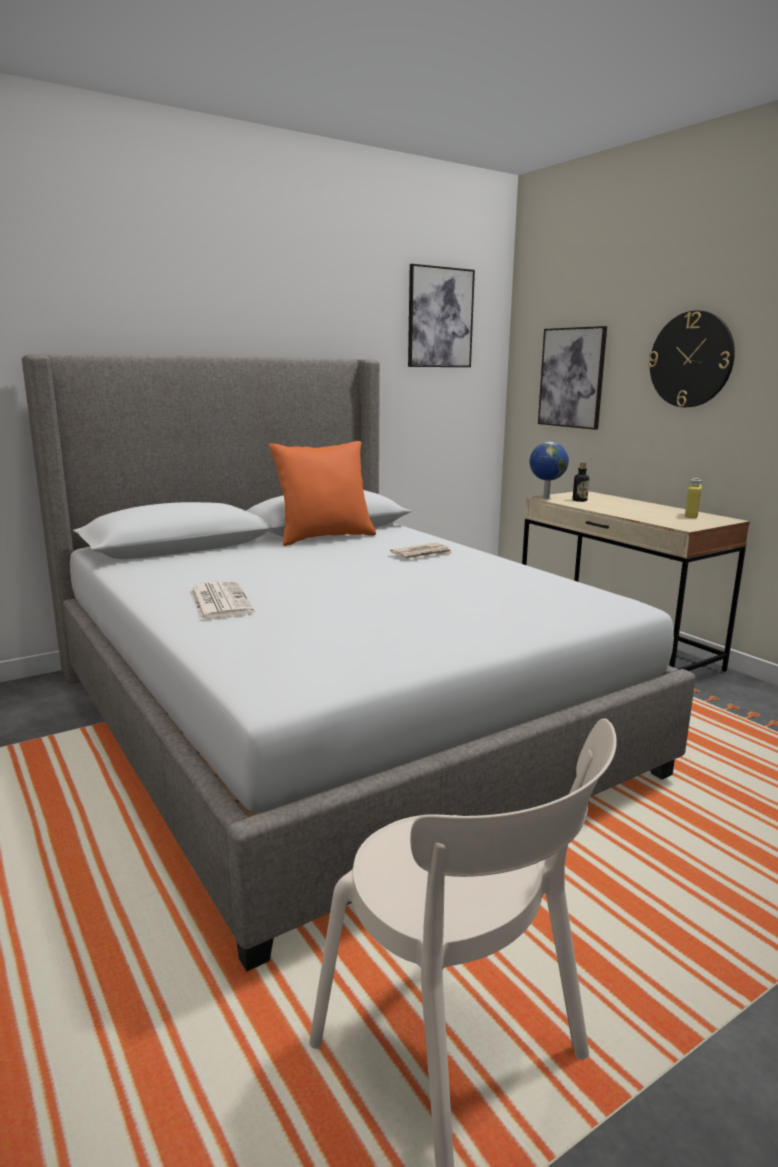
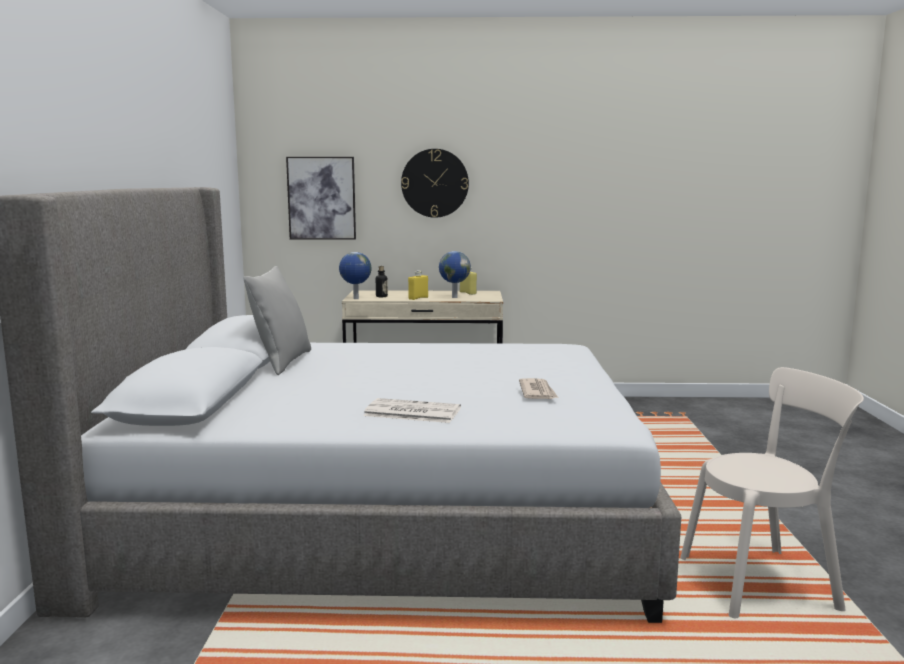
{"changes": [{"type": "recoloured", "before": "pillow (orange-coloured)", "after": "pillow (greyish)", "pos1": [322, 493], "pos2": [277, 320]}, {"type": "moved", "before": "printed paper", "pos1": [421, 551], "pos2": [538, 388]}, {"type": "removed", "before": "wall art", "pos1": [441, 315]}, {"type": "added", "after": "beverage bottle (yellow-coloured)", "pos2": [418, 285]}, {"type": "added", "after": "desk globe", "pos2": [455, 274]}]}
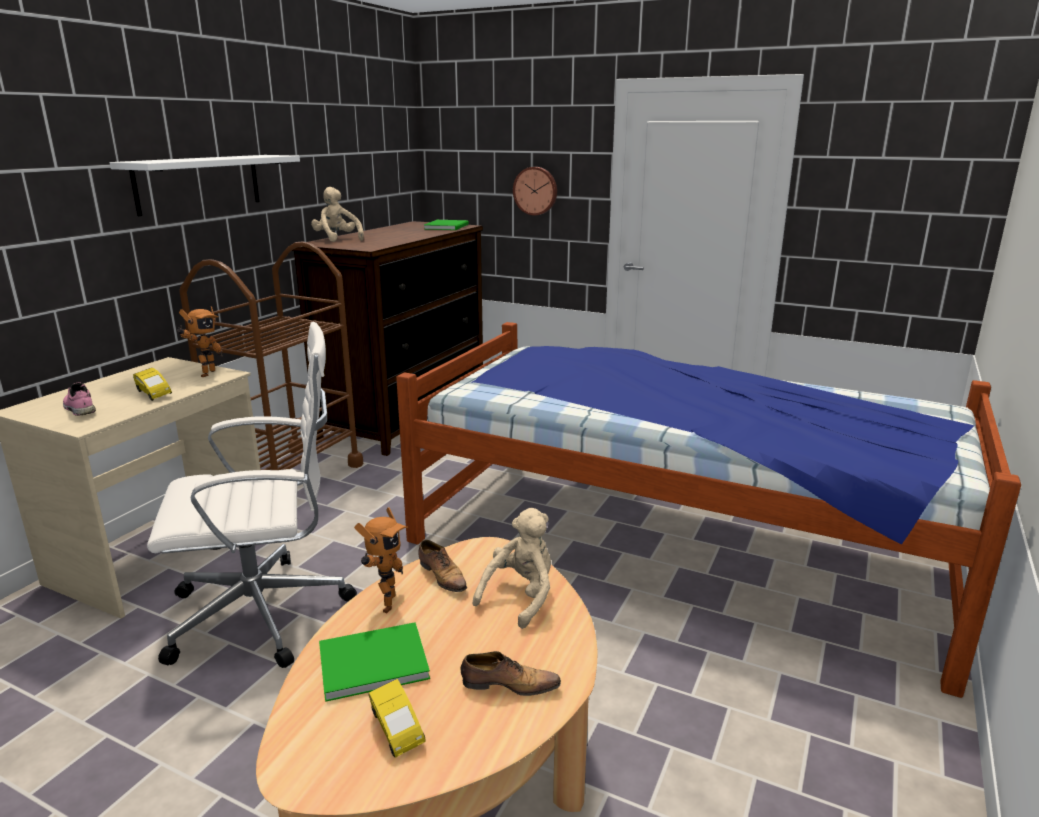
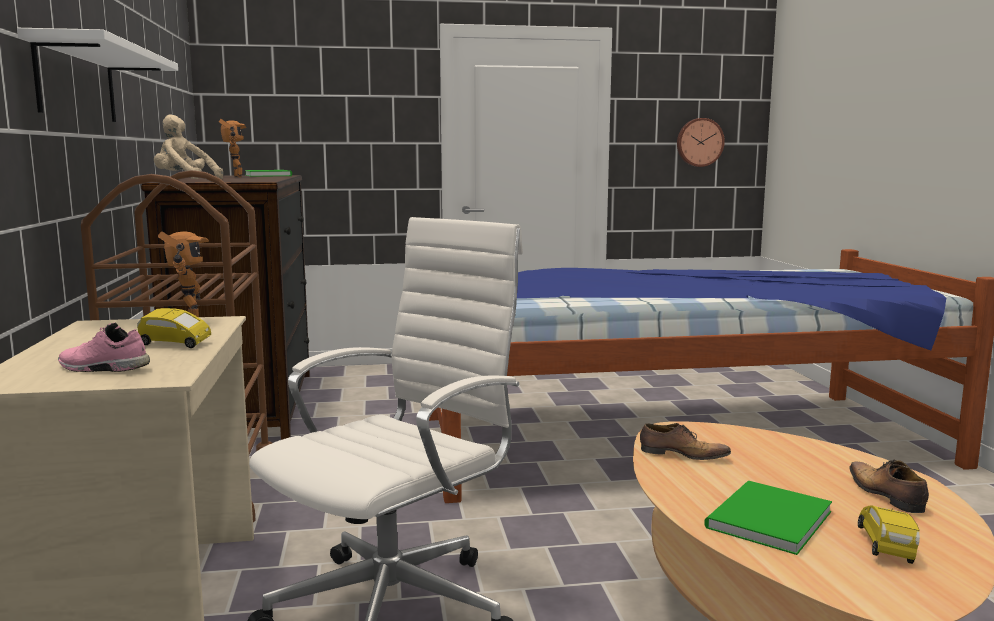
{"changes": [{"type": "moved", "before": "toy robot", "pos1": [381, 560], "pos2": [232, 148]}, {"type": "turned", "before": "toy car (yellow-coloured)", "pos1": [397, 718], "pos2": [889, 534], "turn": -105}, {"type": "turned", "before": "shoe", "pos1": [511, 673], "pos2": [889, 486], "turn": -75}, {"type": "removed", "before": "soft toy (beige)", "pos1": [512, 568]}, {"type": "moved", "before": "clock on the wall", "pos1": [535, 191], "pos2": [701, 142]}]}
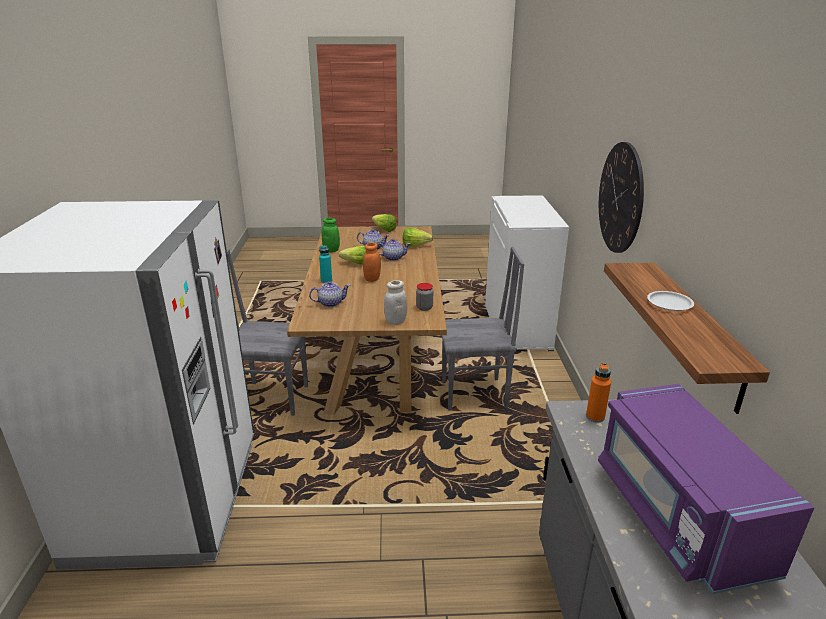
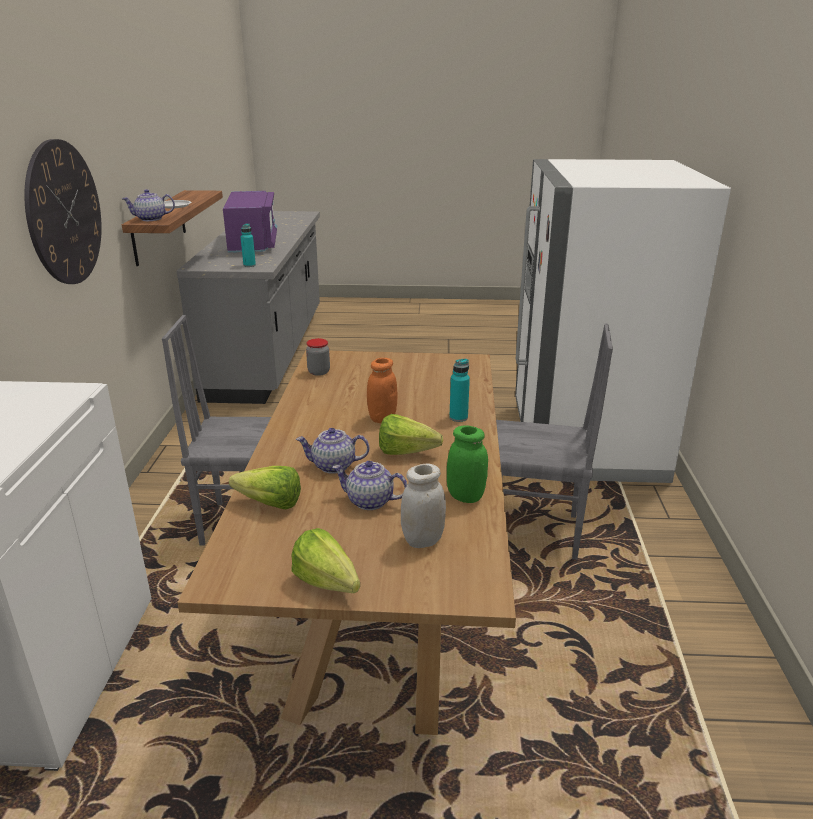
{"changes": [{"type": "moved", "before": "teapot", "pos1": [329, 294], "pos2": [148, 205]}, {"type": "moved", "before": "preserve jar (whitish)", "pos1": [395, 302], "pos2": [423, 506]}, {"type": "recoloured", "before": "beverage bottle (orange-coloured)", "after": "beverage bottle (turquoise-coloured)", "pos1": [598, 393], "pos2": [248, 245]}]}
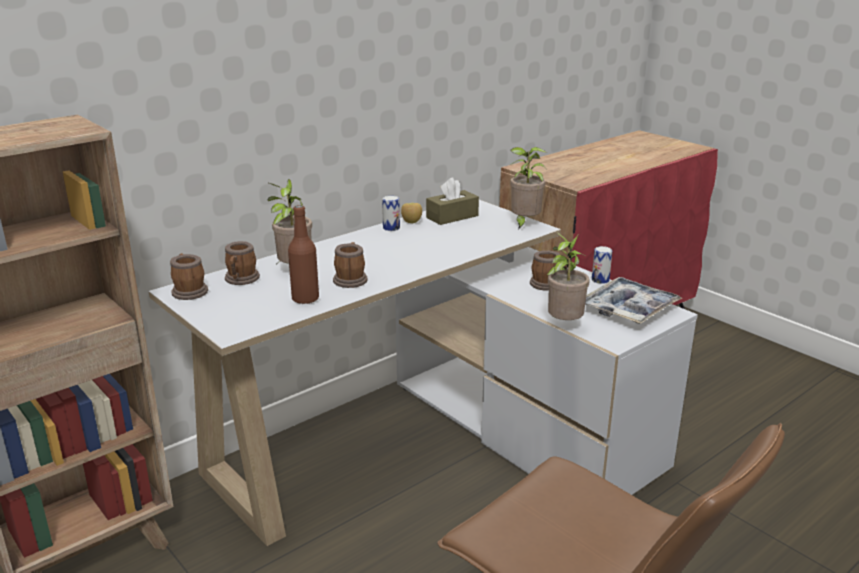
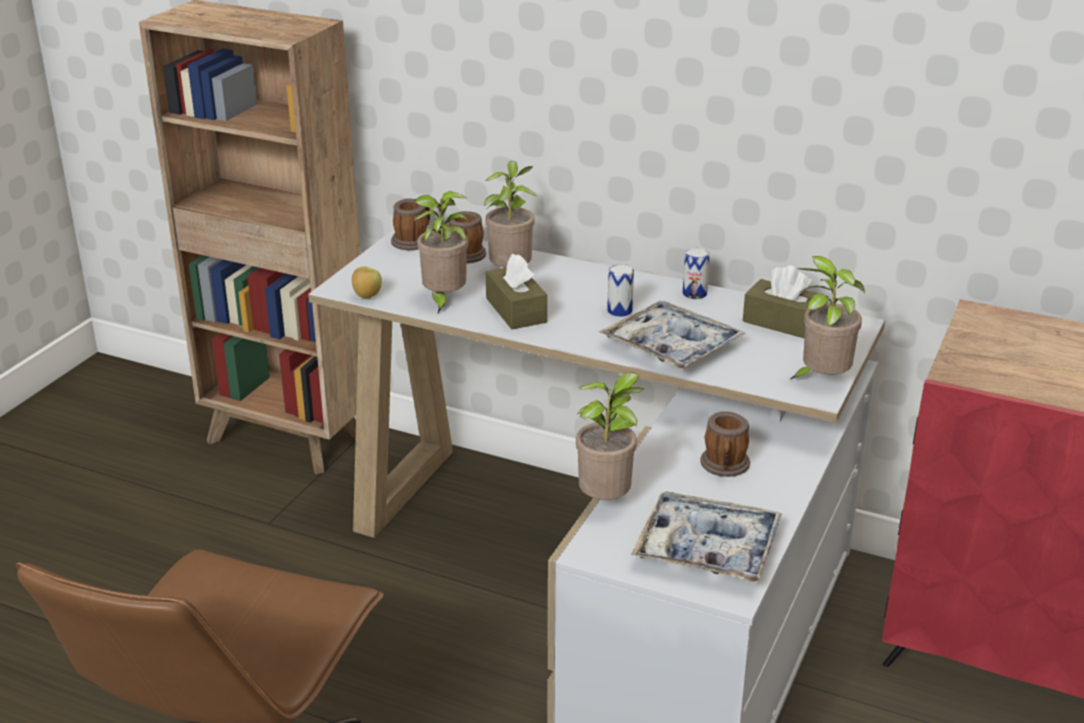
{"changes": [{"type": "replaced", "before": "beverage bottle (brownish)", "after": "houseplant", "pos1": [303, 254], "pos2": [441, 253]}, {"type": "replaced", "before": "mug", "after": "tissue holder (brownish)", "pos1": [350, 265], "pos2": [516, 291]}, {"type": "moved", "before": "apple fruit", "pos1": [411, 213], "pos2": [367, 282]}, {"type": "moved", "before": "metal can", "pos1": [602, 265], "pos2": [620, 290]}, {"type": "added", "after": "tray", "pos2": [672, 335]}]}
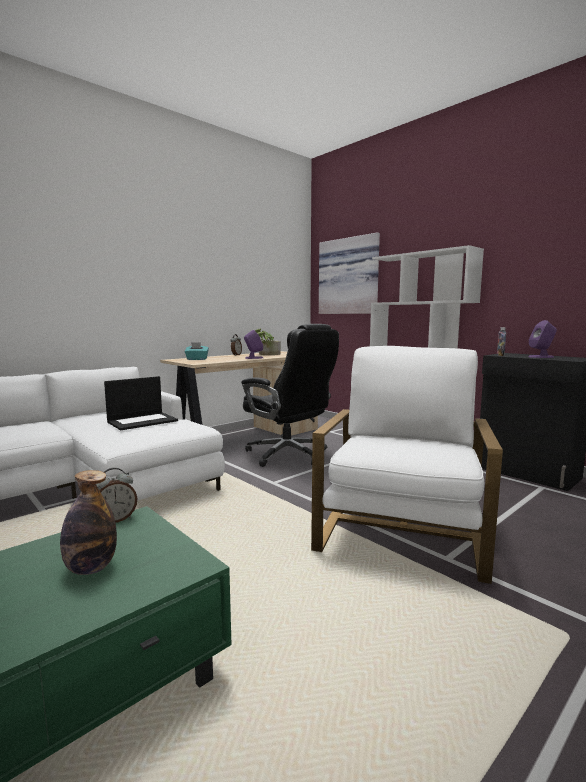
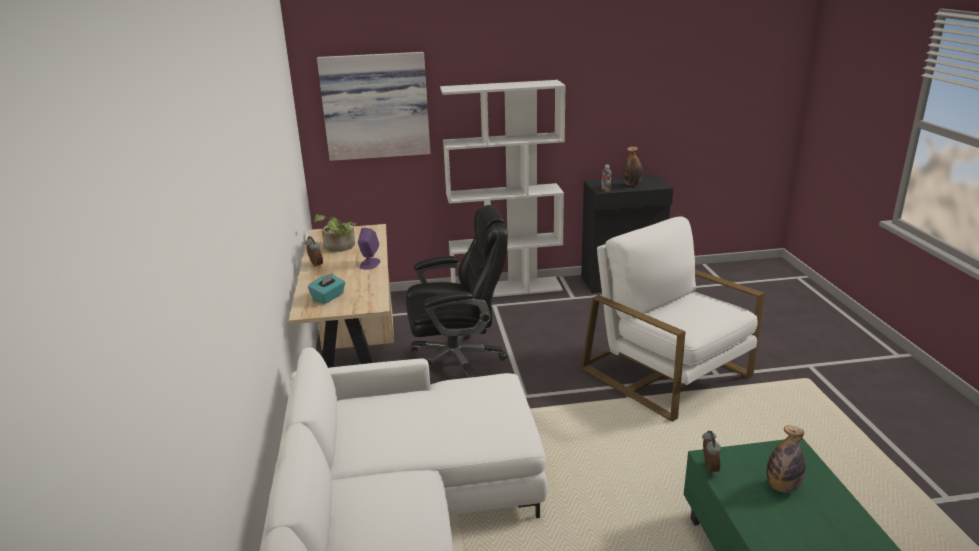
{"changes": [{"type": "removed", "before": "portable computer", "pos1": [141, 403]}, {"type": "replaced", "before": "audio speaker (purplish)", "after": "beverage bottle", "pos1": [542, 339], "pos2": [633, 166]}]}
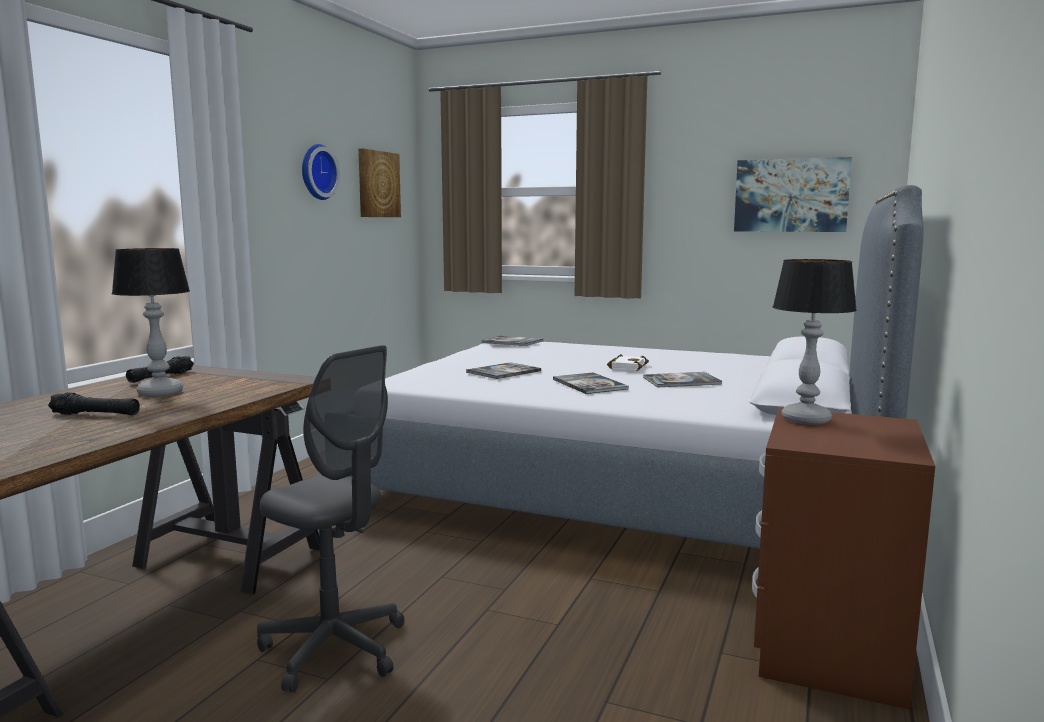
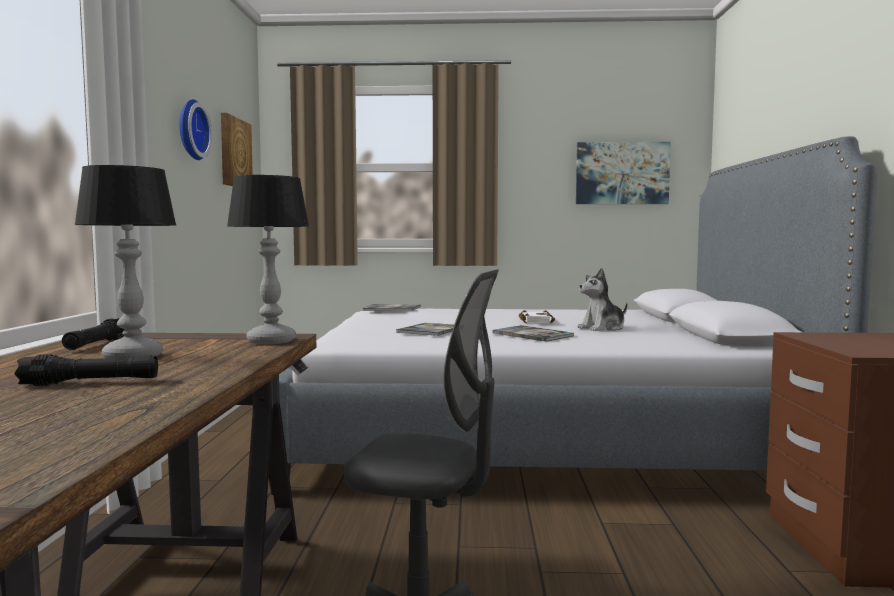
{"changes": [{"type": "replaced", "before": "book", "after": "soft toy", "pos1": [682, 380], "pos2": [603, 299]}, {"type": "moved", "before": "tabletop lamp", "pos1": [815, 342], "pos2": [268, 259]}]}
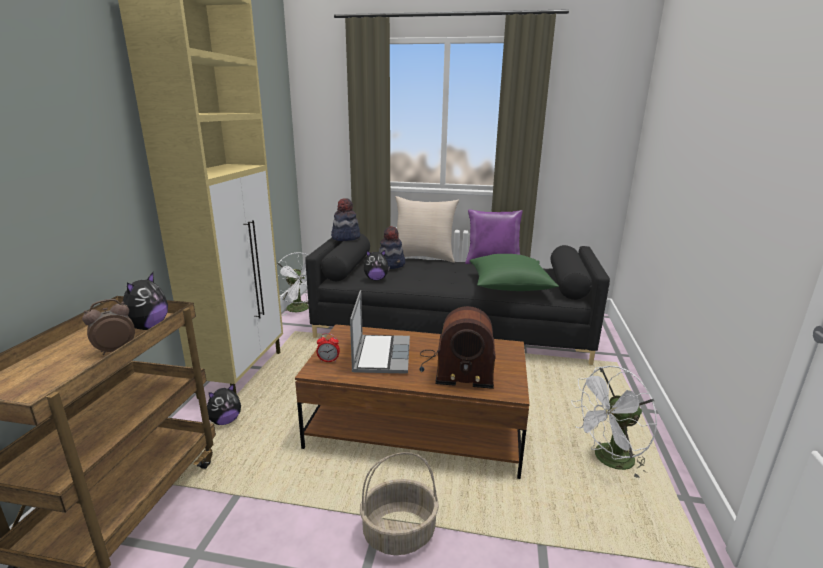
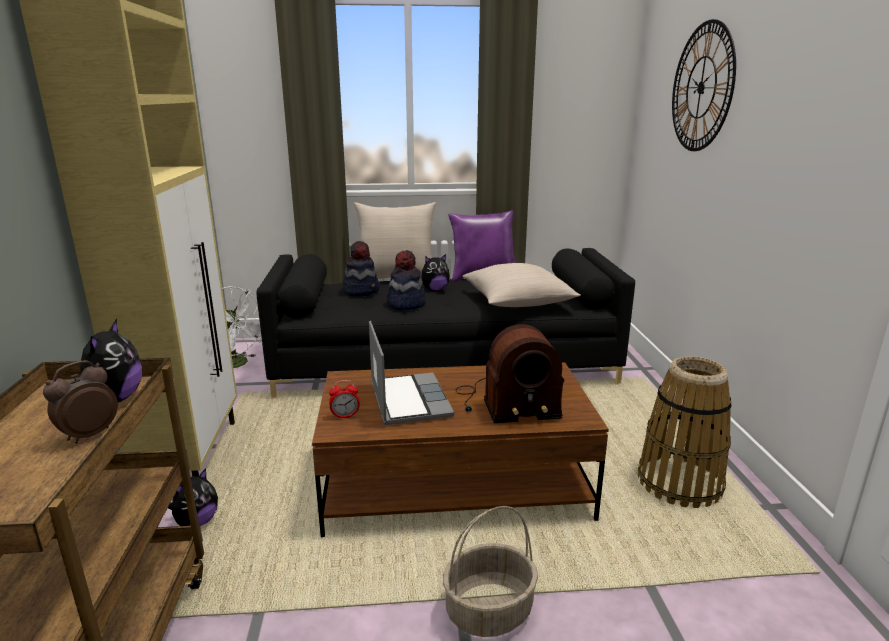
{"changes": [{"type": "moved", "before": "wearable hat", "pos1": [346, 219], "pos2": [406, 280]}, {"type": "moved", "before": "soft toy", "pos1": [377, 265], "pos2": [435, 272]}, {"type": "recoloured", "before": "pillow (green-coloured)", "after": "pillow (beige)", "pos1": [514, 272], "pos2": [522, 285]}, {"type": "replaced", "before": "cooling fan (whitish)", "after": "storage basket", "pos1": [614, 422], "pos2": [684, 432]}, {"type": "added", "after": "clock on the wall", "pos2": [704, 85]}]}
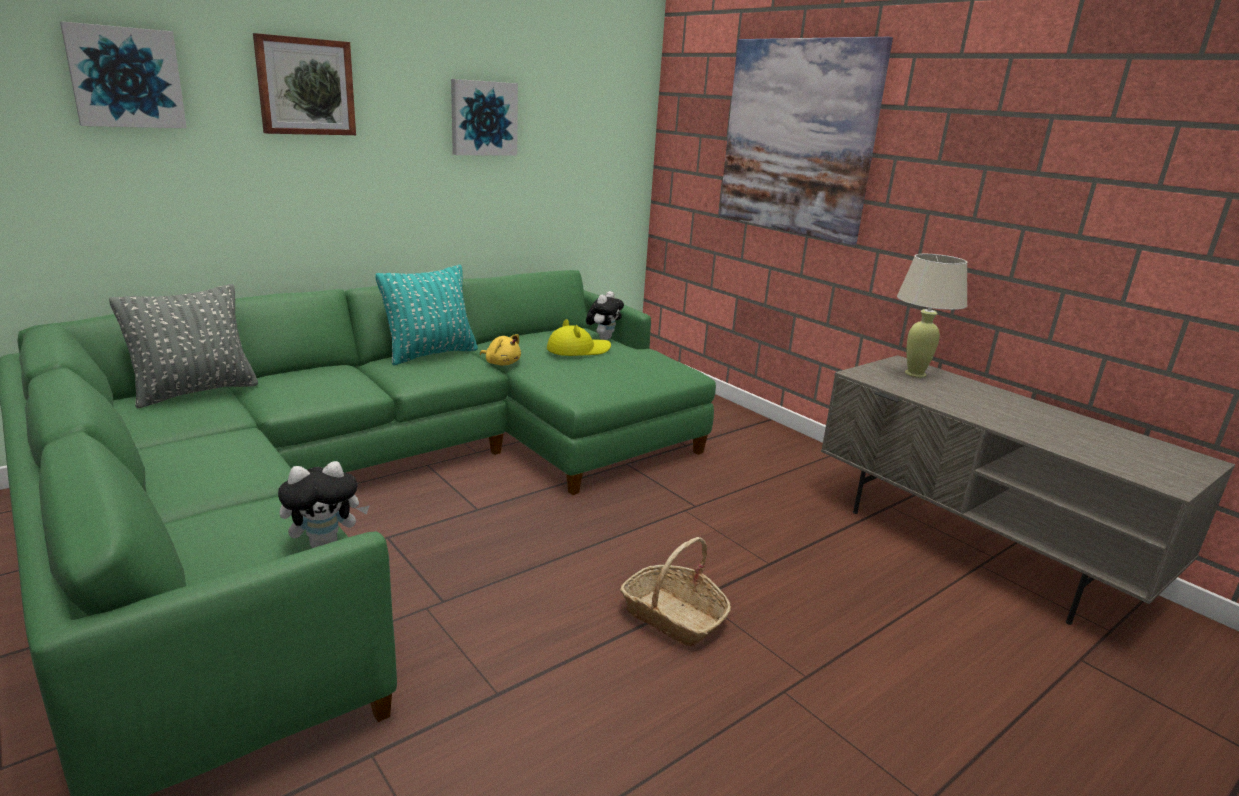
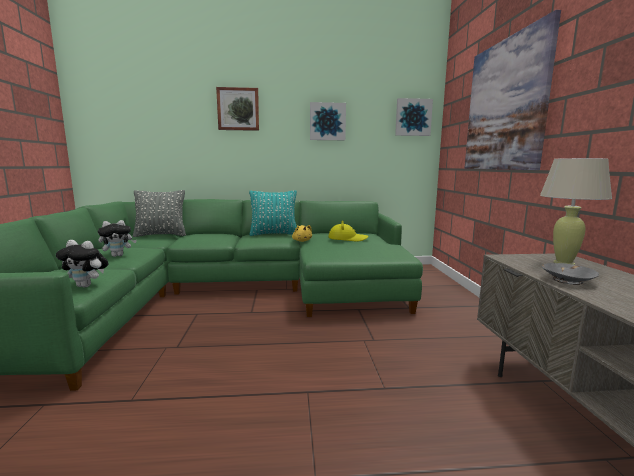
{"changes": [{"type": "moved", "before": "wall art", "pos1": [123, 74], "pos2": [414, 117]}, {"type": "moved", "before": "soft toy", "pos1": [605, 315], "pos2": [117, 238]}, {"type": "removed", "before": "storage basket", "pos1": [675, 592]}, {"type": "added", "after": "serving bowl (greyish)", "pos2": [570, 274]}]}
